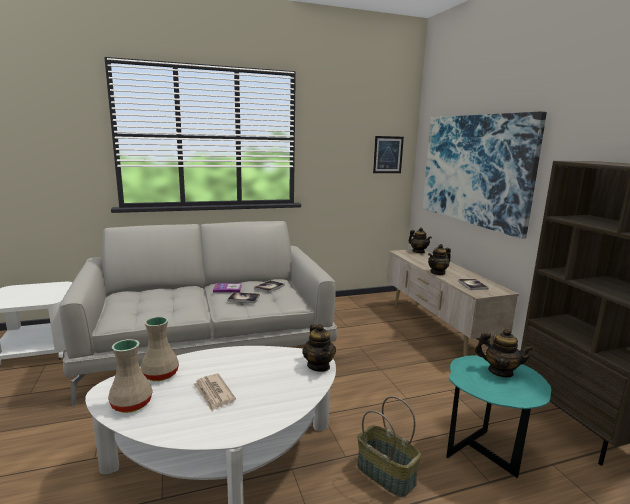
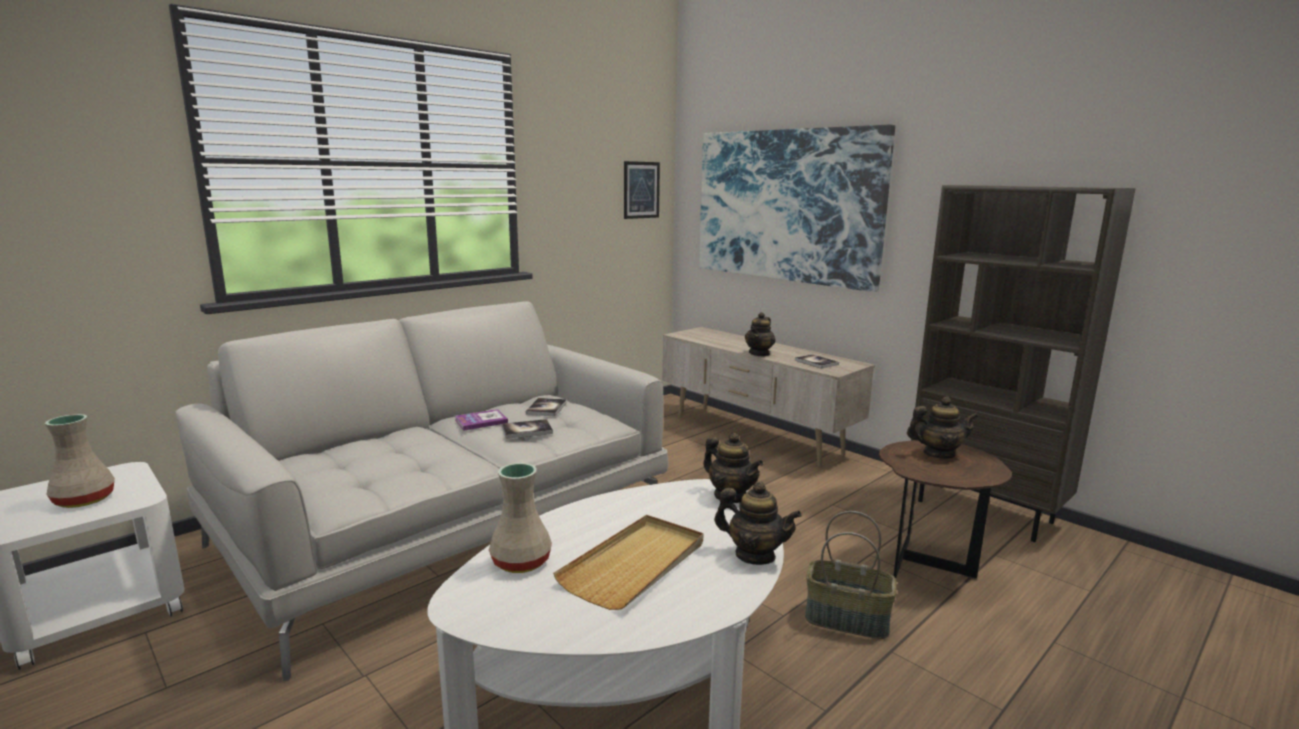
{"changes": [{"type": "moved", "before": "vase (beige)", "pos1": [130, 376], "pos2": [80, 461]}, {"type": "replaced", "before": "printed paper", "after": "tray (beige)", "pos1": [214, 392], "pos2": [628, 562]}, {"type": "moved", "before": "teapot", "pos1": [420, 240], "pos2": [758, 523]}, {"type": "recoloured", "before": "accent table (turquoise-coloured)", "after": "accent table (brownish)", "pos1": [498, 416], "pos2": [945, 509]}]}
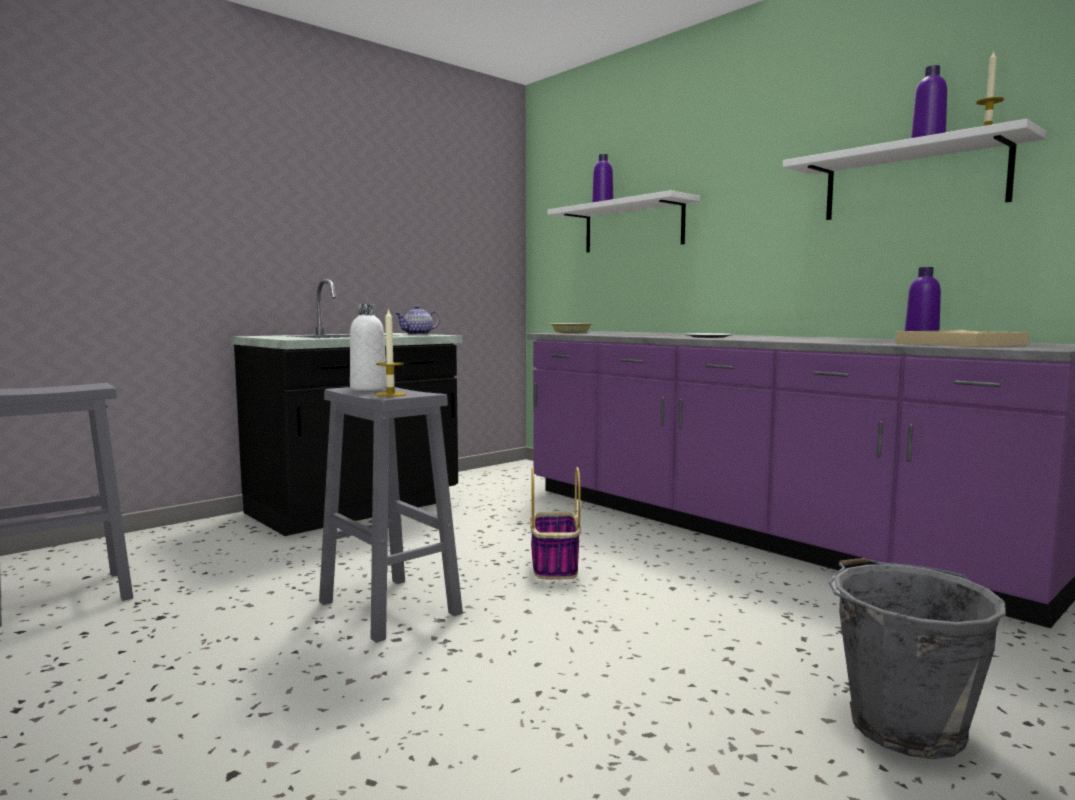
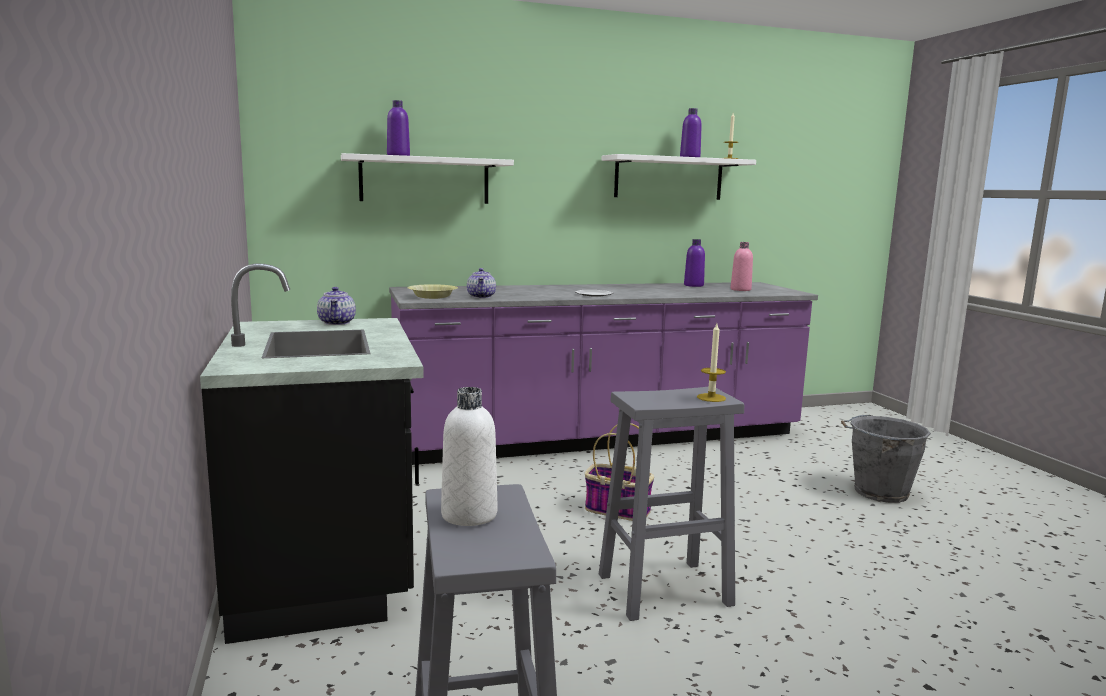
{"changes": [{"type": "moved", "before": "beverage bottle (whitish)", "pos1": [368, 347], "pos2": [469, 456]}, {"type": "replaced", "before": "tray (beige)", "after": "beverage bottle (pink-coloured)", "pos1": [962, 338], "pos2": [742, 266]}, {"type": "added", "after": "teapot", "pos2": [481, 283]}]}
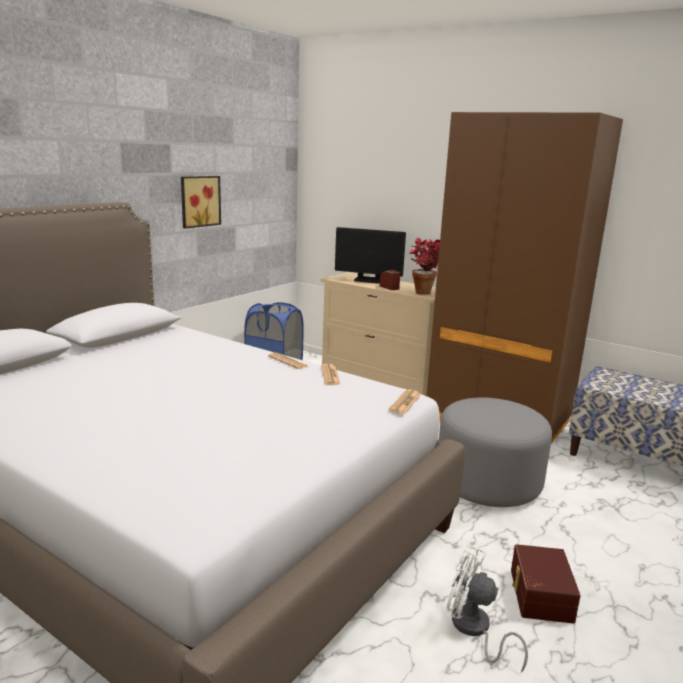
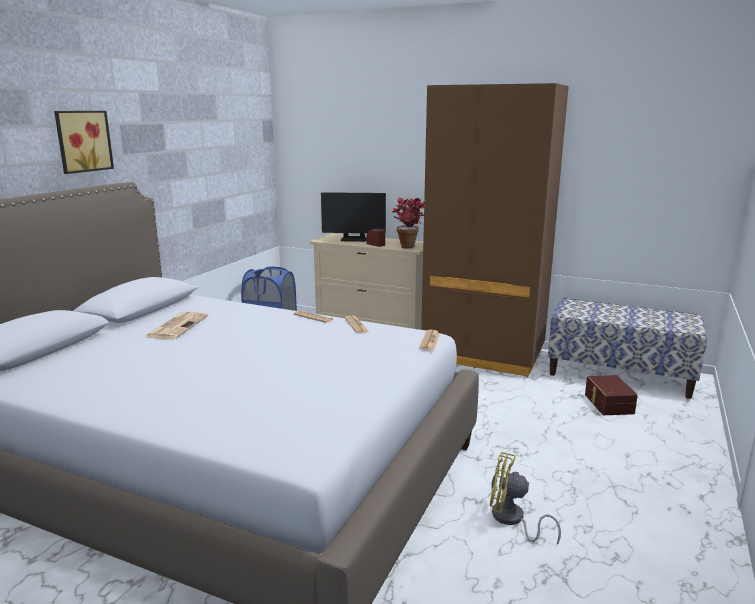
{"changes": [{"type": "moved", "before": "wall art", "pos1": [201, 202], "pos2": [84, 142]}, {"type": "removed", "before": "pouffe (greyish)", "pos1": [495, 452]}, {"type": "recoloured", "before": "cooling fan (whitish)", "after": "cooling fan (yellow-coloured)", "pos1": [487, 609], "pos2": [525, 498]}, {"type": "moved", "before": "storage container (brownish)", "pos1": [546, 584], "pos2": [611, 395]}, {"type": "added", "after": "printed paper", "pos2": [176, 325]}]}
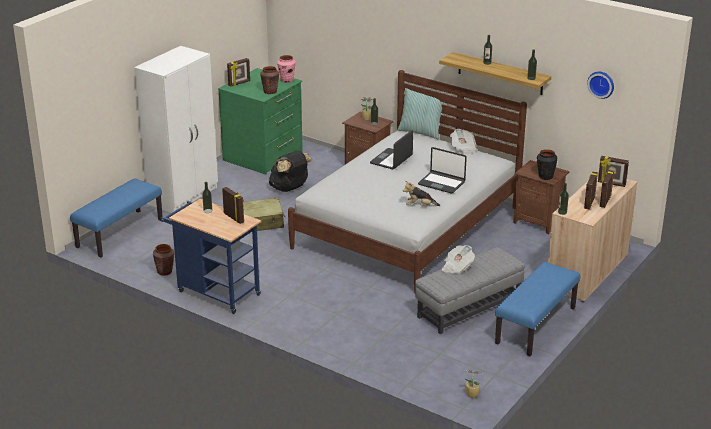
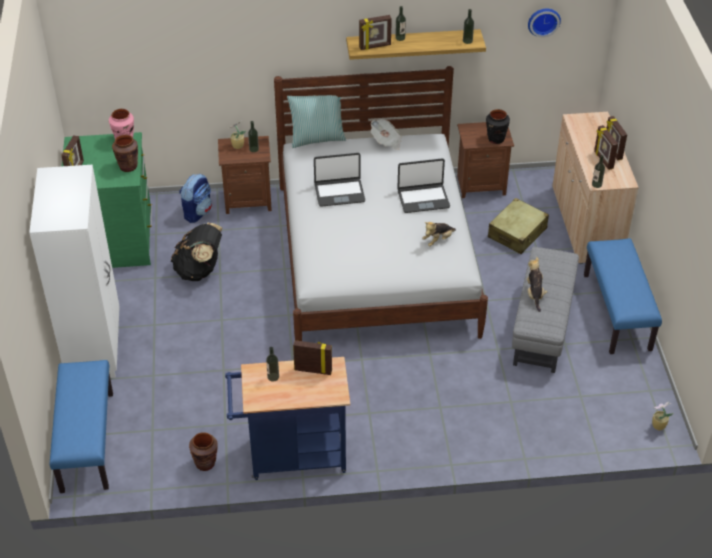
{"changes": [{"type": "moved", "before": "travel case (beige)", "pos1": [264, 214], "pos2": [518, 226]}, {"type": "turned", "before": "portable computer", "pos1": [391, 150], "pos2": [339, 180], "turn": -90}, {"type": "replaced", "before": "printed paper", "after": "soft toy", "pos1": [458, 259], "pos2": [537, 284]}, {"type": "moved", "before": "standing frame", "pos1": [613, 171], "pos2": [375, 32]}, {"type": "added", "after": "knapsack", "pos2": [195, 198]}]}
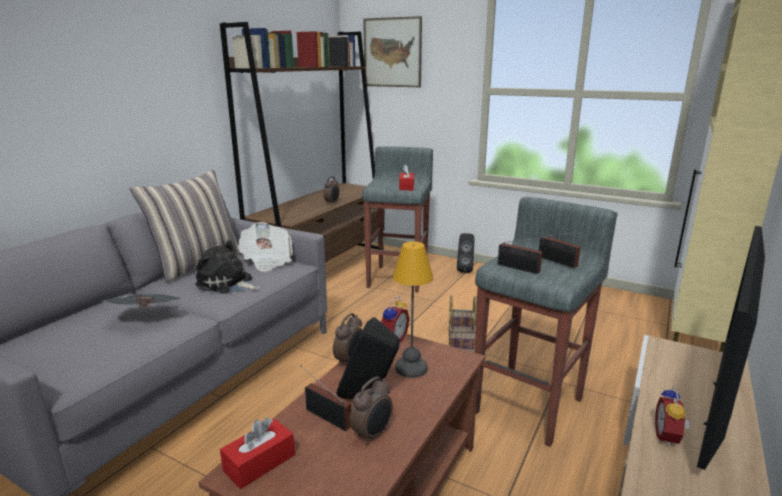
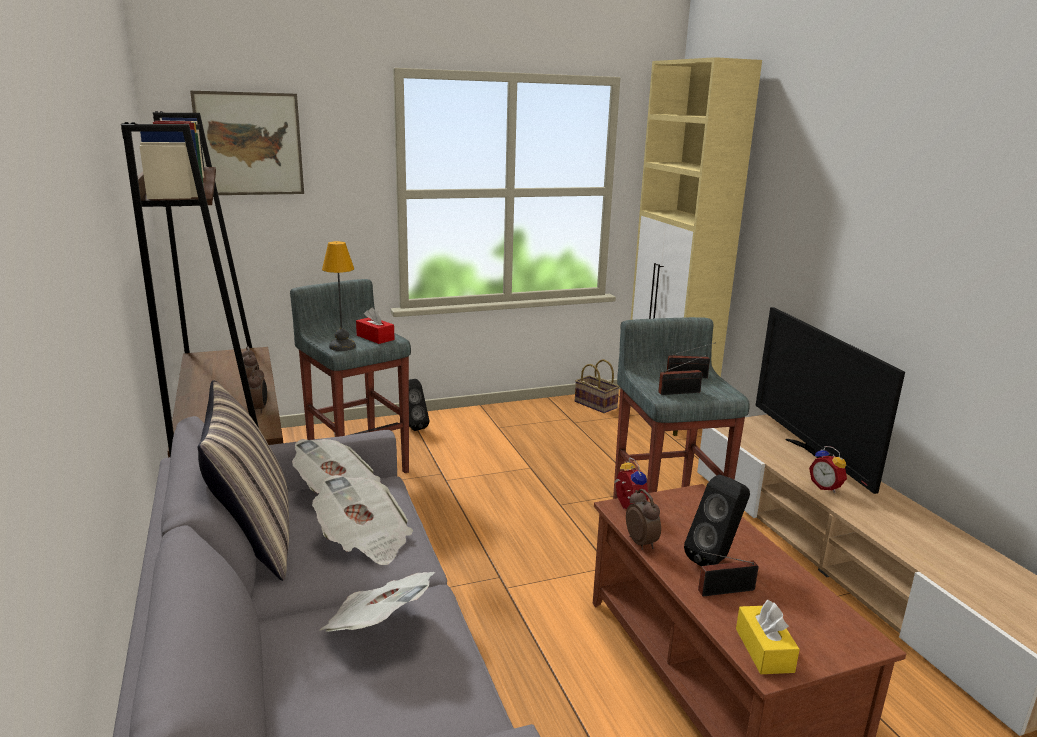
{"changes": [{"type": "replaced", "before": "soft toy", "after": "printed paper", "pos1": [227, 267], "pos2": [362, 520]}, {"type": "recoloured", "before": "tissue holder (red-coloured)", "after": "tissue holder (yellow-coloured)", "pos1": [257, 453], "pos2": [768, 636]}, {"type": "moved", "before": "bedside clock", "pos1": [371, 411], "pos2": [257, 389]}, {"type": "moved", "before": "tabletop lamp", "pos1": [413, 309], "pos2": [339, 296]}, {"type": "moved", "before": "storage basket", "pos1": [463, 323], "pos2": [597, 386]}]}
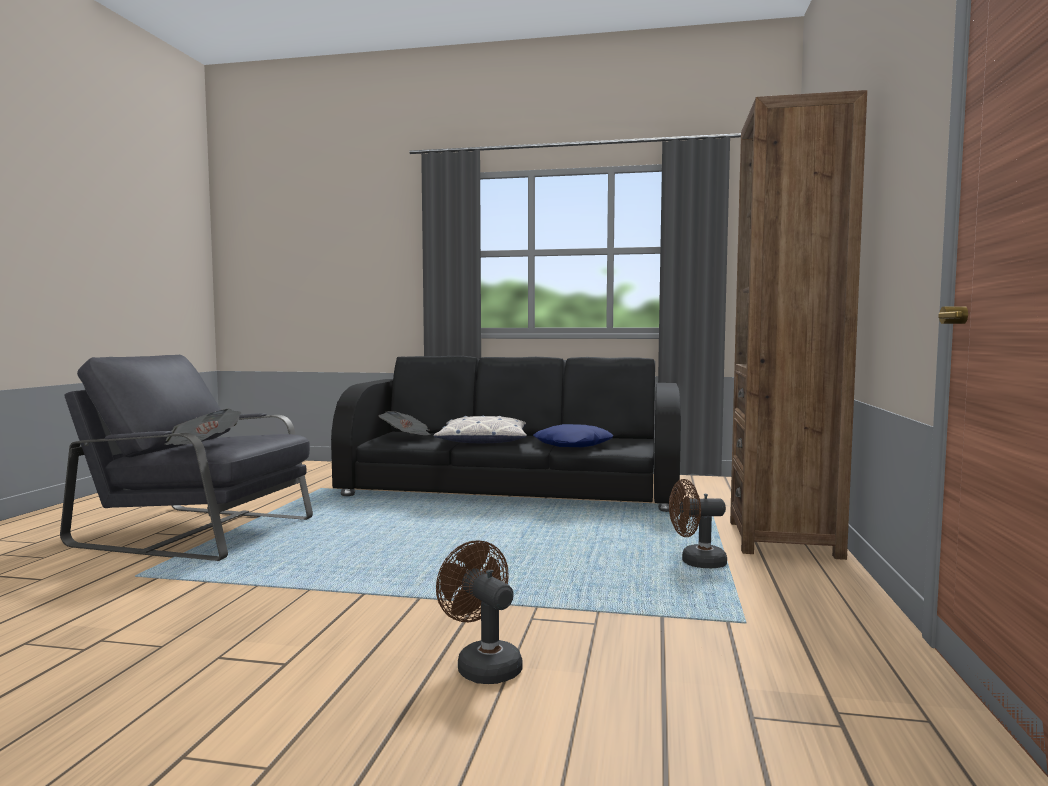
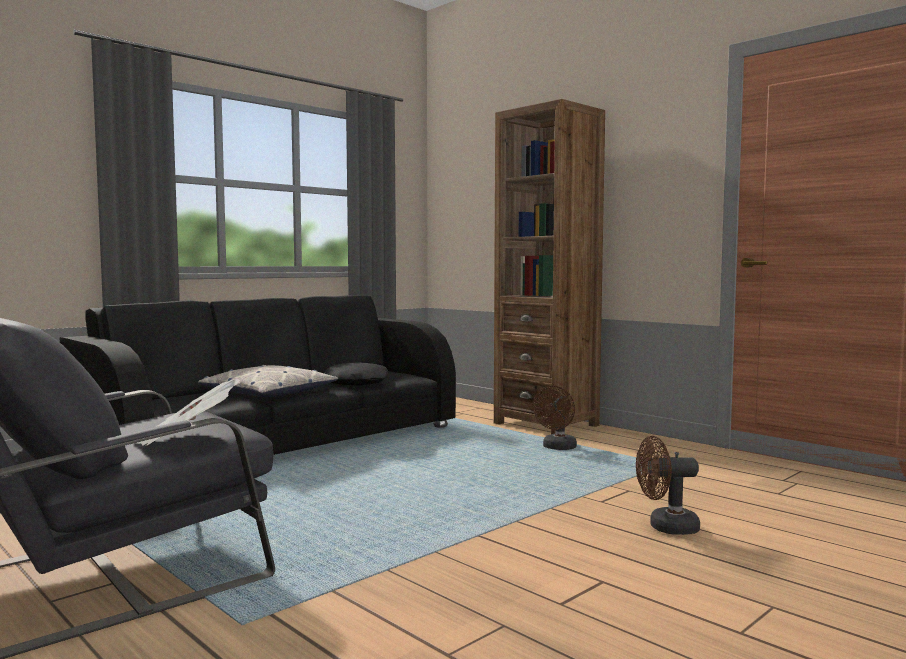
{"changes": [{"type": "removed", "before": "printed paper", "pos1": [405, 423]}, {"type": "recoloured", "before": "pillow (blue)", "after": "pillow (black)", "pos1": [573, 435], "pos2": [356, 374]}]}
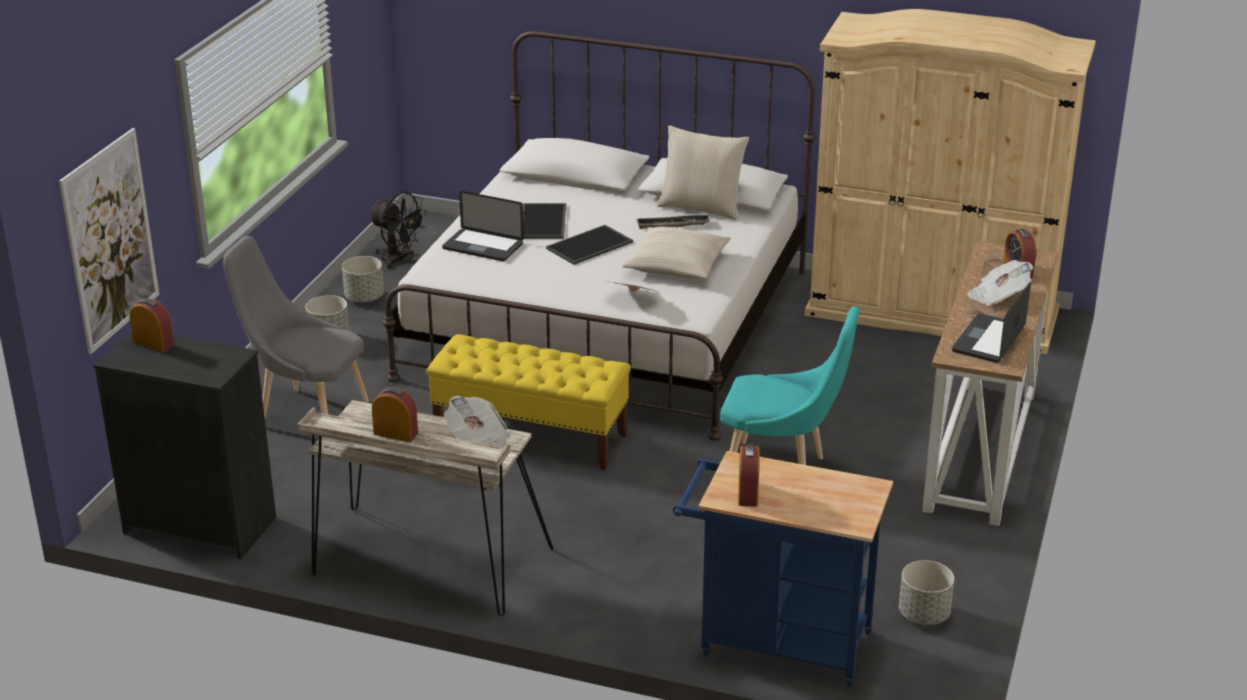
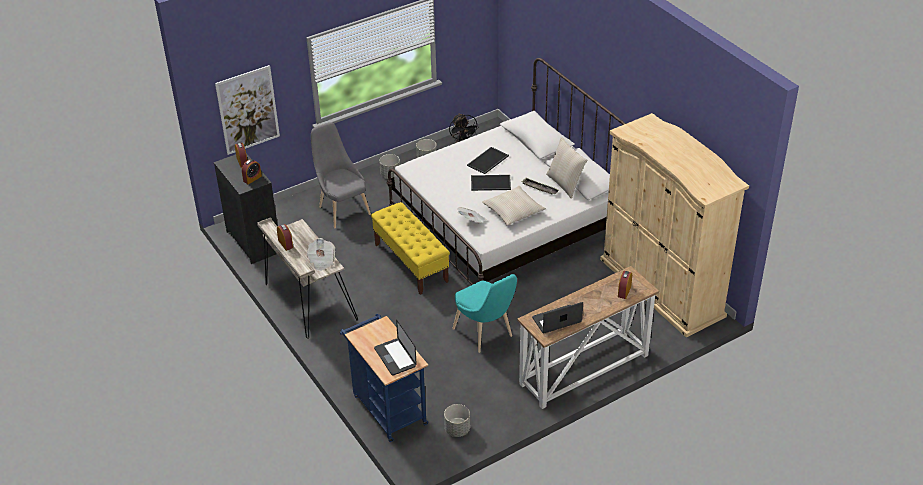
{"changes": [{"type": "moved", "before": "portable computer", "pos1": [483, 226], "pos2": [395, 348]}, {"type": "moved", "before": "bedside clock", "pos1": [749, 475], "pos2": [252, 171]}, {"type": "removed", "before": "printed paper", "pos1": [1000, 283]}]}
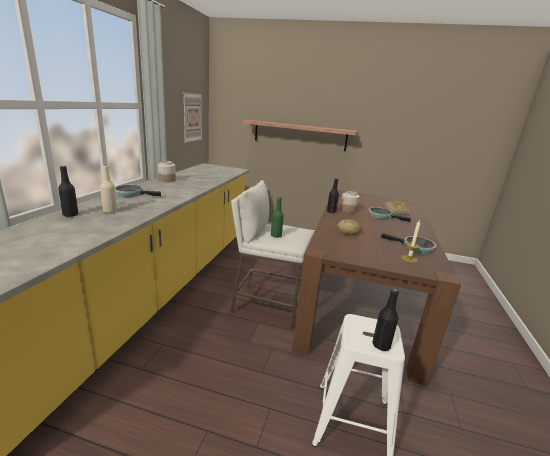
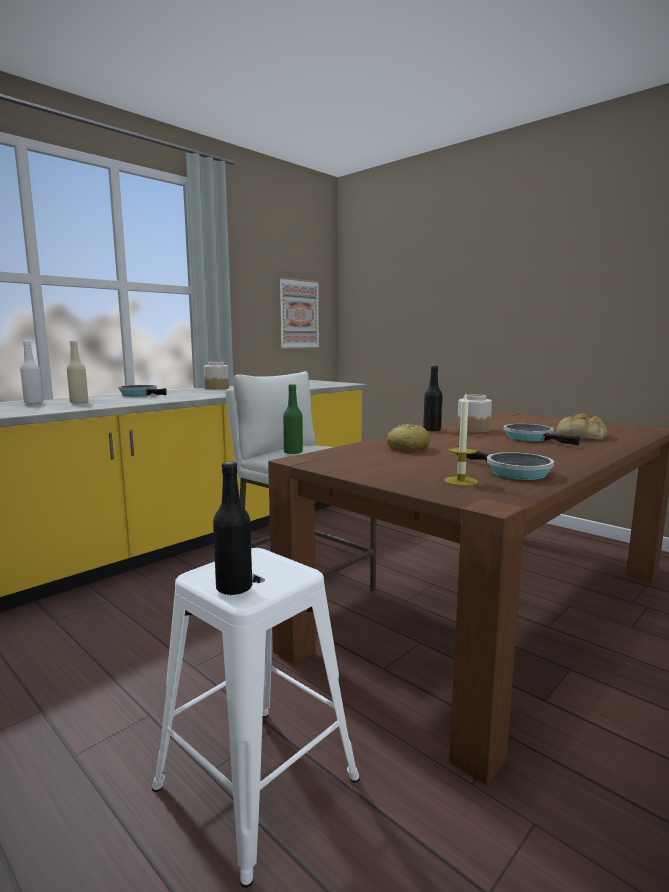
{"changes": [{"type": "recoloured", "before": "beverage bottle (black)", "after": "beverage bottle (whitish)", "pos1": [68, 191], "pos2": [31, 372]}, {"type": "removed", "before": "wall shelf", "pos1": [300, 135]}]}
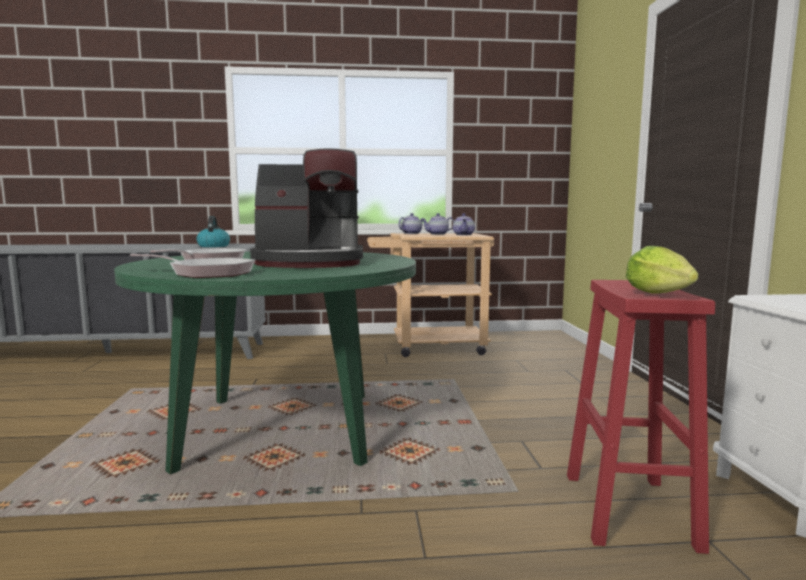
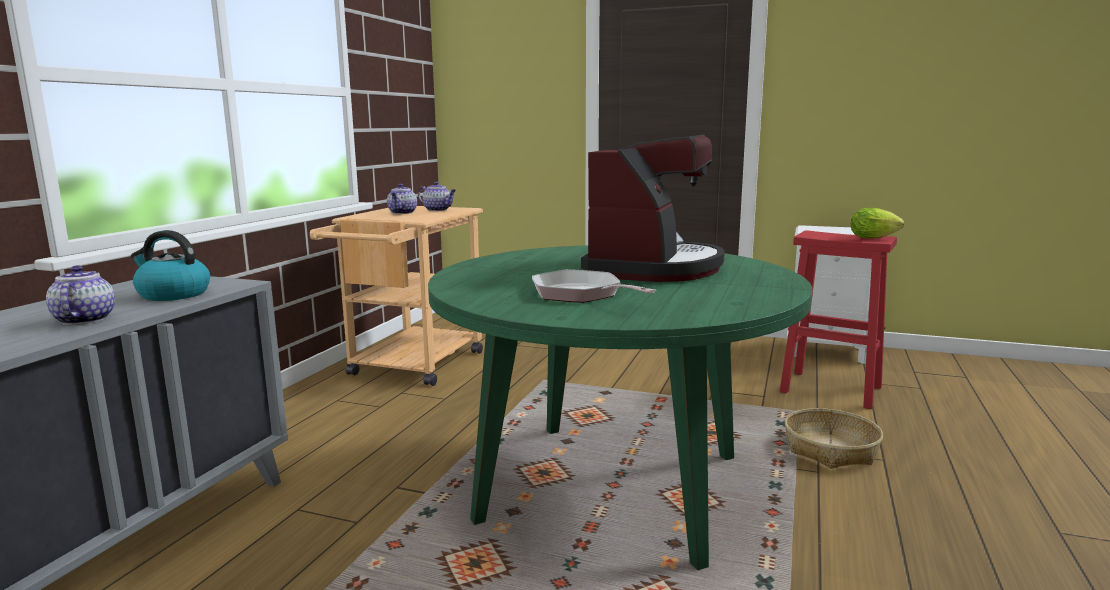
{"changes": [{"type": "removed", "before": "skillet", "pos1": [192, 266]}, {"type": "moved", "before": "teapot", "pos1": [410, 223], "pos2": [80, 295]}, {"type": "added", "after": "storage basket", "pos2": [834, 438]}]}
